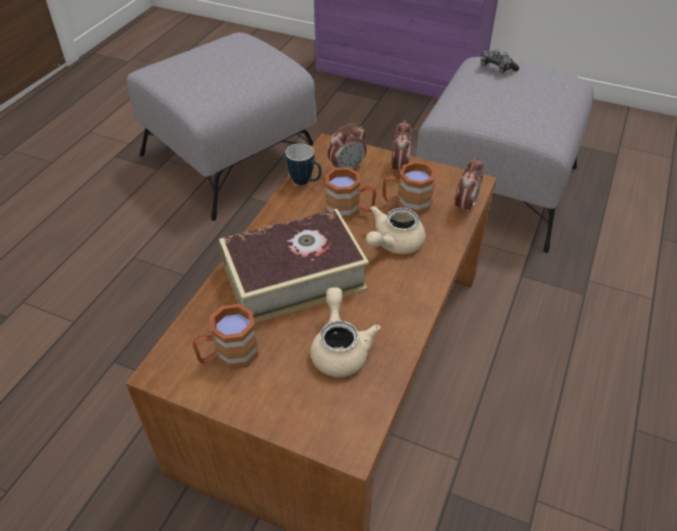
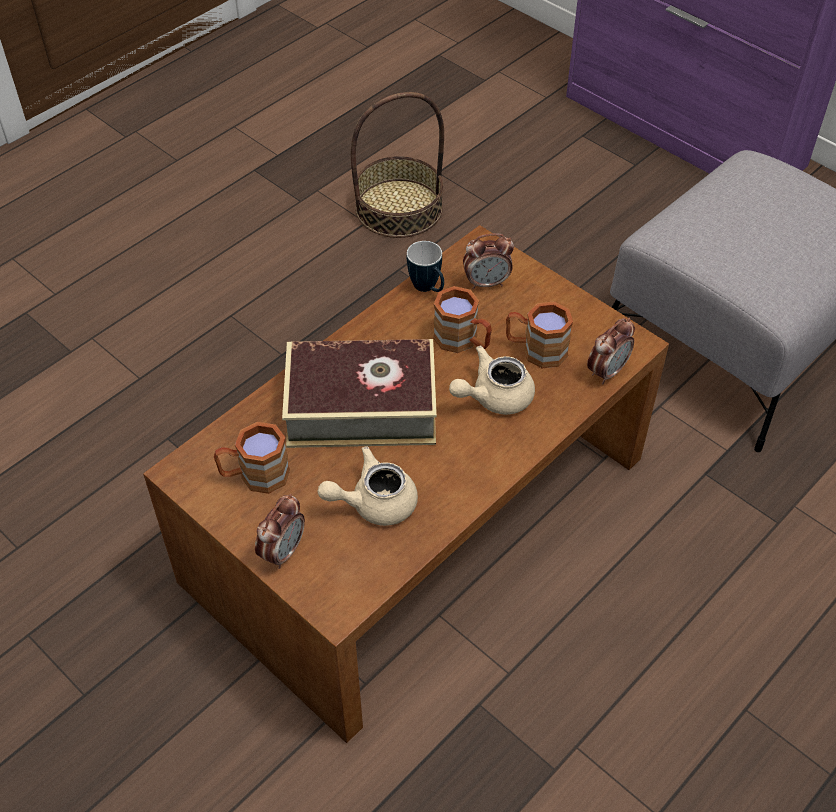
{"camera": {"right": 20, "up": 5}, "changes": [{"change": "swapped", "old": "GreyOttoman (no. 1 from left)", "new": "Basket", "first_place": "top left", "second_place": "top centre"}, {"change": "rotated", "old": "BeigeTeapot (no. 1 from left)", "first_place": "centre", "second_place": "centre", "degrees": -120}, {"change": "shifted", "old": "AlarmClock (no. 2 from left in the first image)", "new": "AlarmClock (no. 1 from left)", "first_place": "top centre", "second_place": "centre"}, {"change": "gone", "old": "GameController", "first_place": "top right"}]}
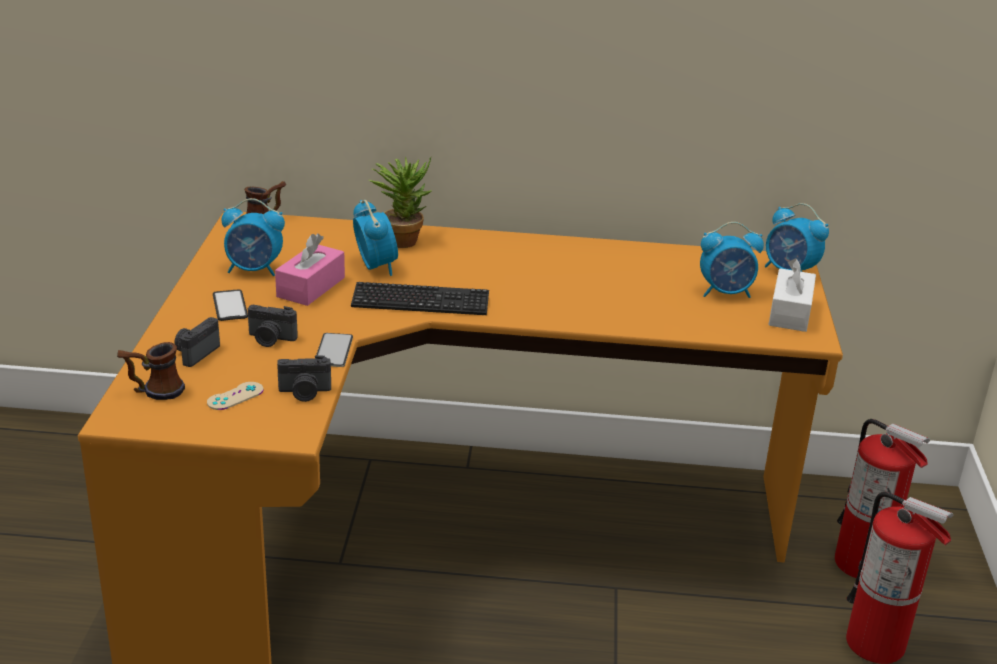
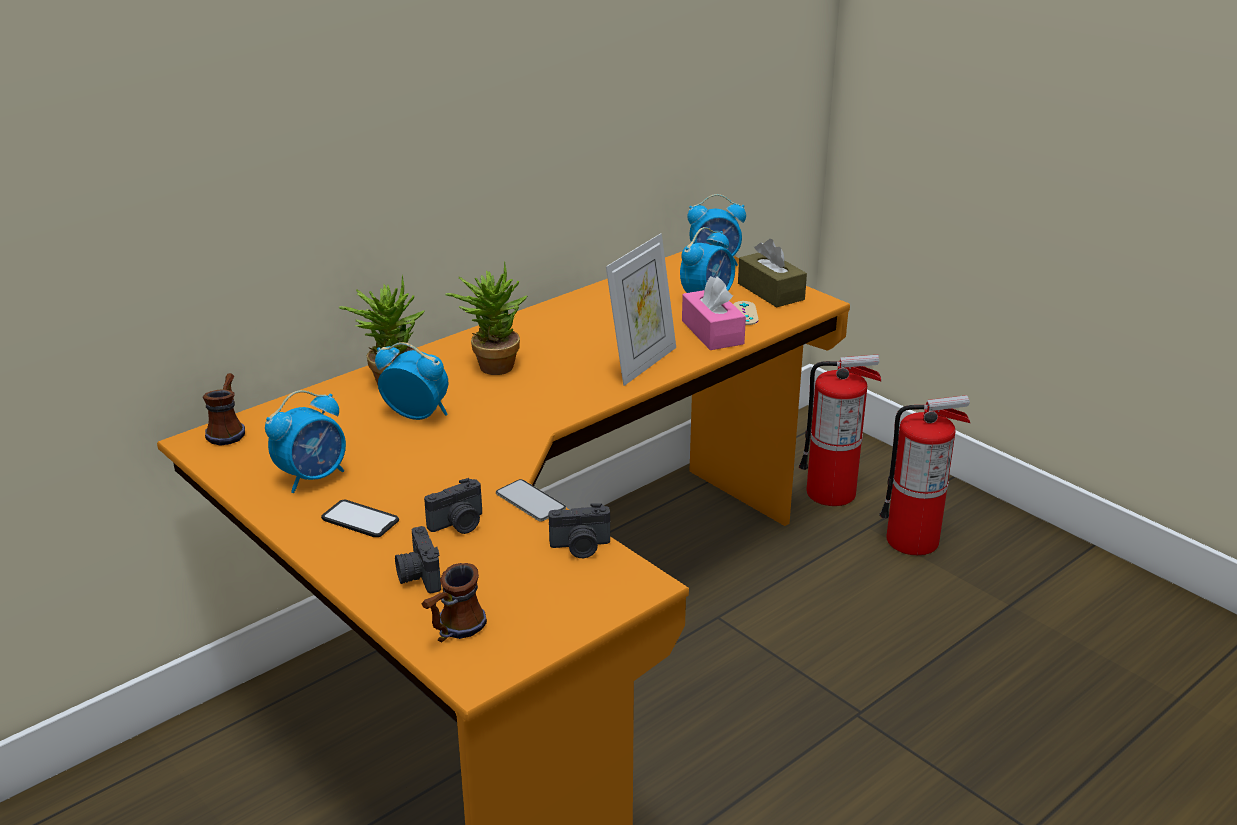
{"camera": {"right": -45, "up": 0}, "changes": [{"change": "shifted", "old": "BeigeGameController", "first_place": "middle left", "second_place": "centre"}, {"change": "shifted", "old": "PinkTissueBox", "first_place": "middle left", "second_place": "centre"}, {"change": "rotated", "old": "PhotoCamera (no. 3 from left)", "first_place": "middle left", "second_place": "centre", "degrees": 45}, {"change": "gone", "old": "Keyboard", "first_place": "centre"}, {"change": "repainted", "old": "WhiteTissueBox", "new": "BrownTissueBox", "first_place": "middle right", "second_place": "top centre"}, {"change": "new", "new": "PottedPlant (no. 2 from left)", "second_place": "centre"}, {"change": "new", "new": "PictureFrame", "second_place": "centre"}]}
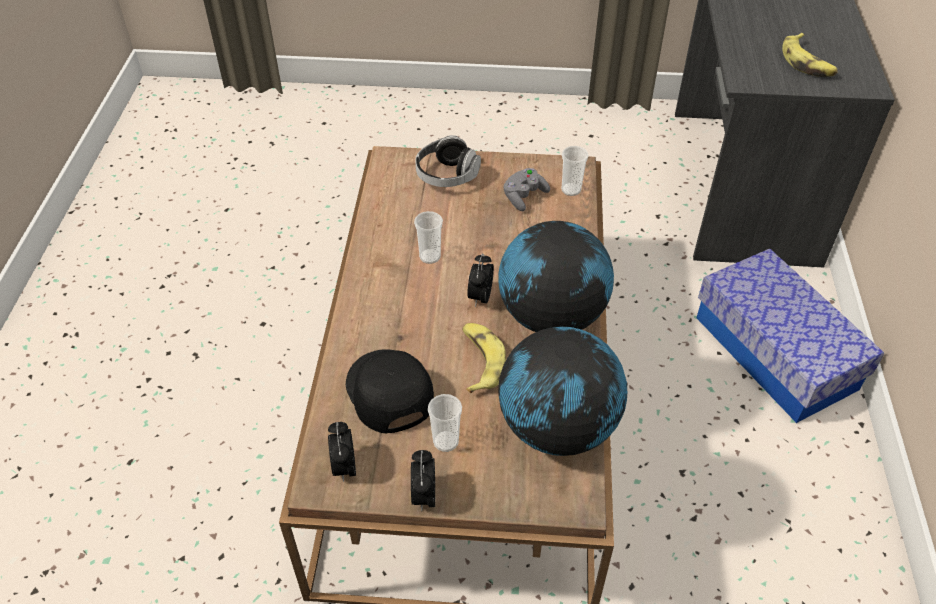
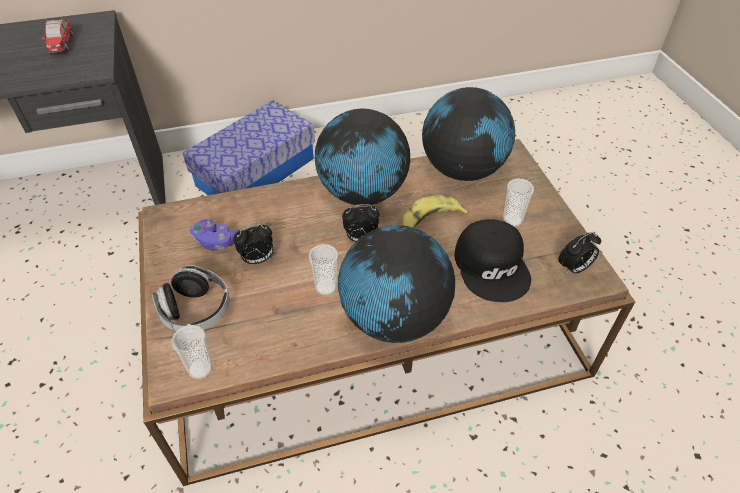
{"camera": {"right": -110, "up": 0}, "changes": [{"change": "rotated", "old": "BlackCap", "first_place": "centre", "second_place": "centre", "degrees": -60}, {"change": "shifted", "old": "AlarmClock (no. 2 from left in the first image)", "new": "AlarmClock (no. 1 from left)", "first_place": "bottom centre", "second_place": "centre"}, {"change": "repainted", "old": "GreyGameController", "new": "PurpleGameController", "first_place": "top centre", "second_place": "middle left"}, {"change": "shifted", "old": "Cup (no. 3 from left in the first image)", "new": "Cup (no. 1 from left)", "first_place": "top centre", "second_place": "bottom left"}, {"change": "swapped", "old": "Banana (no. 2 from left)", "new": "ToyCar", "first_place": "top right", "second_place": "top left"}, {"change": "new", "new": "Globe (no. 2 from left)", "second_place": "centre"}]}
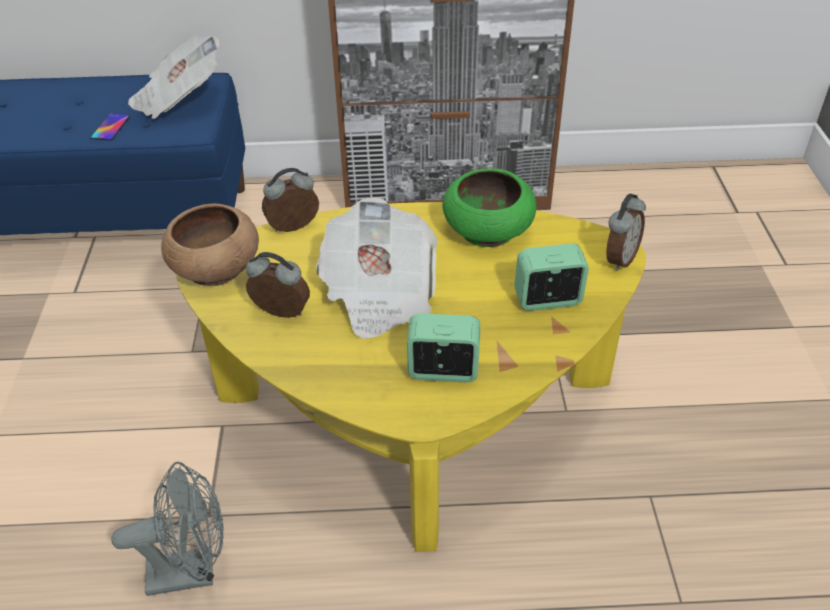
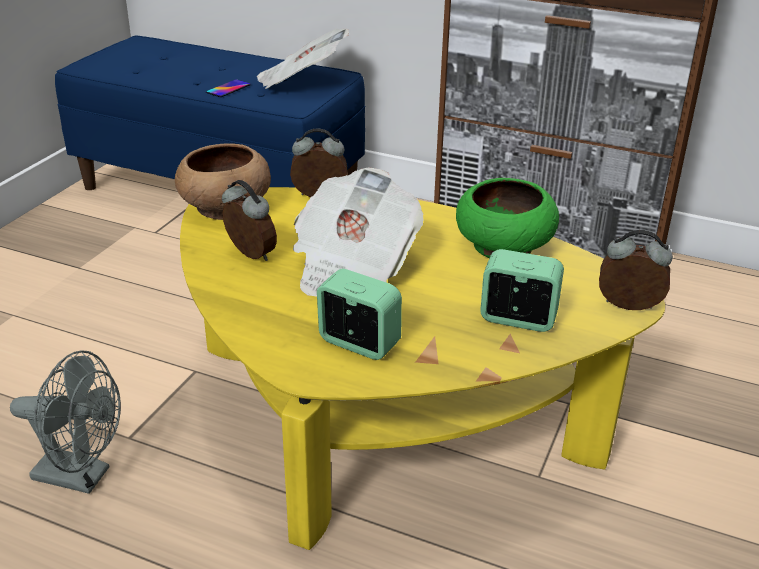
{"camera": {"right": 25, "up": -10}, "changes": [{"change": "rotated", "old": "AlarmClock (no. 5 from left)", "first_place": "middle right", "second_place": "middle right", "degrees": -135}]}
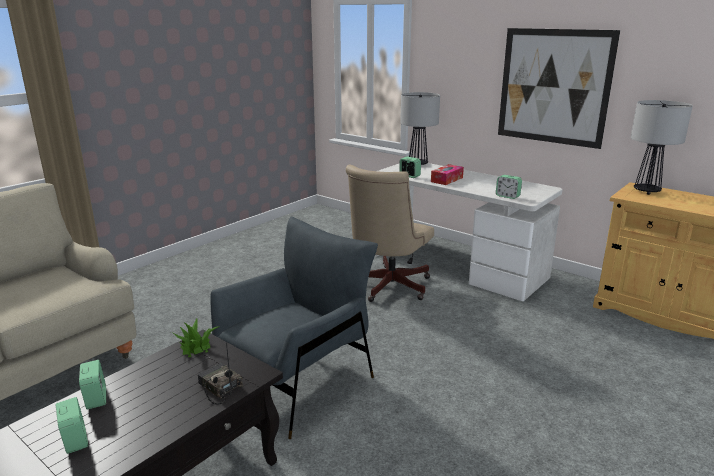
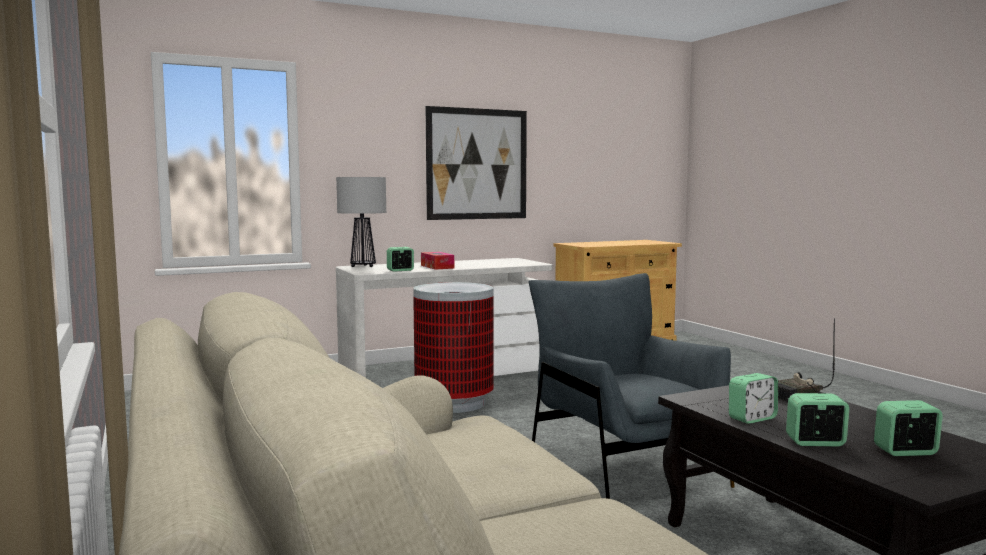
{"camera": {"right": -65, "up": -15}, "changes": [{"change": "gone", "old": "PottedPlant", "first_place": "bottom left"}, {"change": "swapped", "old": "BeigeOfficeChair", "new": "TrashCan", "first_place": "centre", "second_place": "centre"}, {"change": "shifted", "old": "AlarmClock (no. 4 from left in the first image)", "new": "AlarmClock (no. 2 from left)", "first_place": "middle right", "second_place": "bottom right"}, {"change": "gone", "old": "TableLamp (no. 2 from left)", "first_place": "top right"}]}
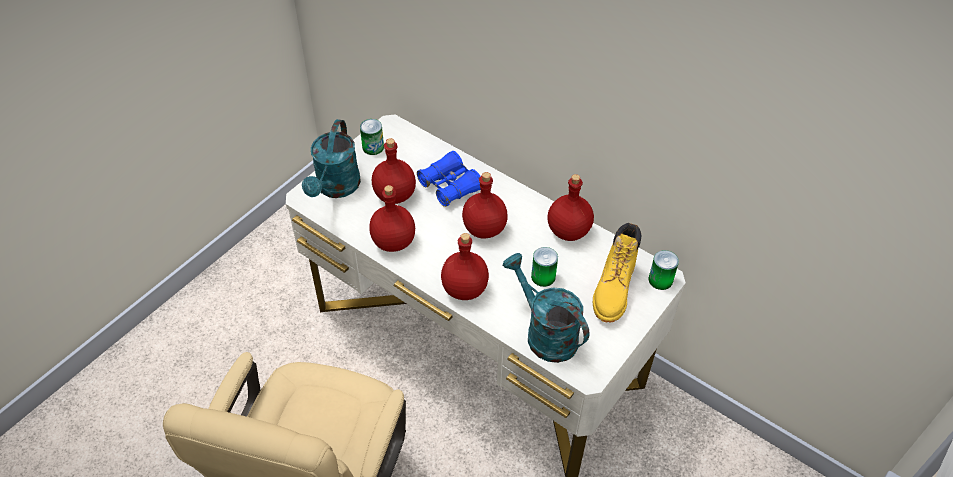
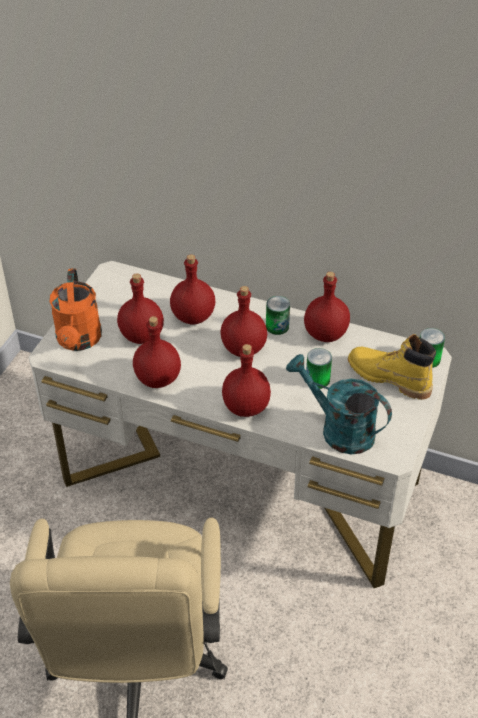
{"camera": {"right": -15, "up": -5}, "changes": [{"change": "repainted", "old": "TurquoiseWateringCan (no. 1 from left)", "new": "OrangeWateringCan", "first_place": "top centre", "second_place": "middle left"}, {"change": "shifted", "old": "Can (no. 1 from left)", "first_place": "top centre", "second_place": "centre"}, {"change": "swapped", "old": "BlueBinoculars", "new": "RedBottle (no. 3 from left)", "first_place": "centre", "second_place": "centre"}, {"change": "rotated", "old": "YellowBoot", "first_place": "centre", "second_place": "middle right", "degrees": 120}]}
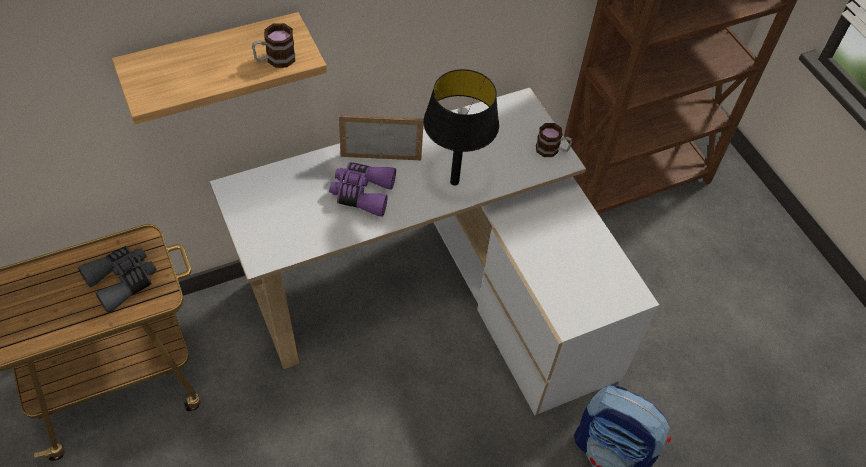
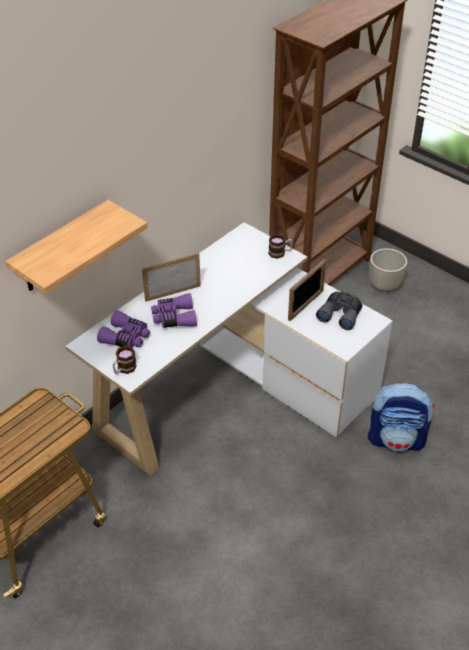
{"camera": {"right": -20, "up": -10}, "changes": [{"change": "shifted", "old": "GreyBinoculars", "first_place": "middle left", "second_place": "middle right"}, {"change": "shifted", "old": "Mug (no. 1 from left)", "first_place": "top left", "second_place": "middle left"}, {"change": "gone", "old": "BlackTableLamp", "first_place": "top centre"}, {"change": "new", "new": "PurpleBinoculars (no. 1 from left)", "second_place": "middle left"}, {"change": "new", "new": "PictureFrame (no. 2 from left)", "second_place": "centre"}, {"change": "new", "new": "GreyPlanter", "second_place": "middle right"}]}
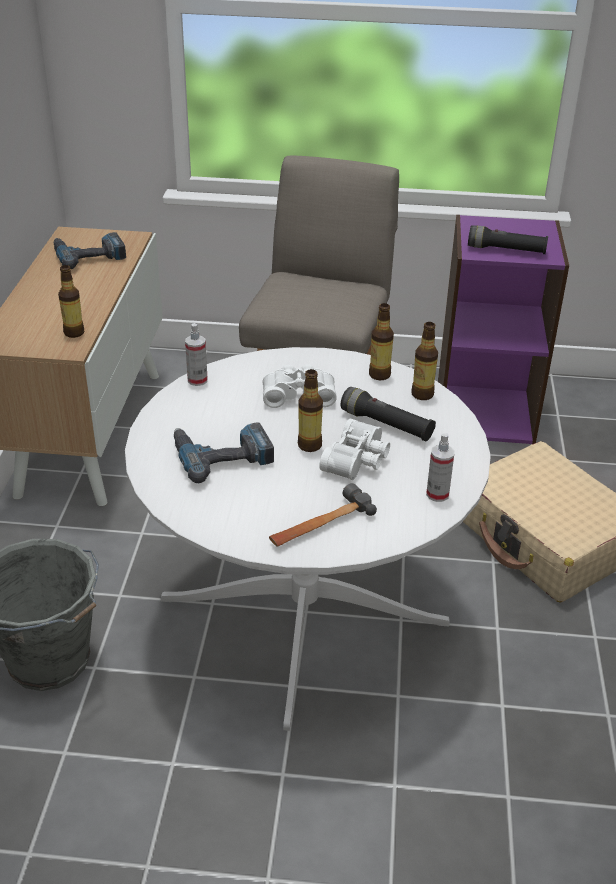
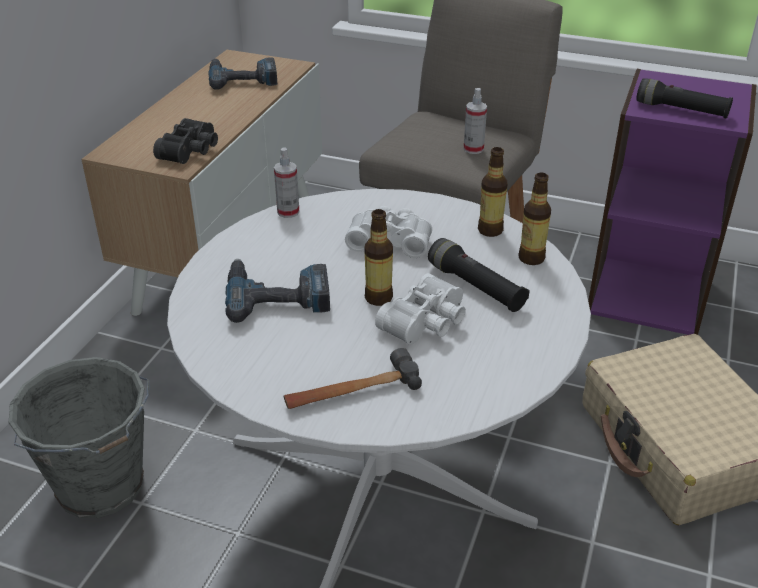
{"camera": {"right": 15, "up": 0}, "changes": [{"change": "swapped", "old": "Bottle (no. 1 from left)", "new": "BlackBinoculars", "first_place": "middle left", "second_place": "top left"}, {"change": "shifted", "old": "SprayBottle (no. 2 from left)", "first_place": "middle right", "second_place": "top centre"}]}
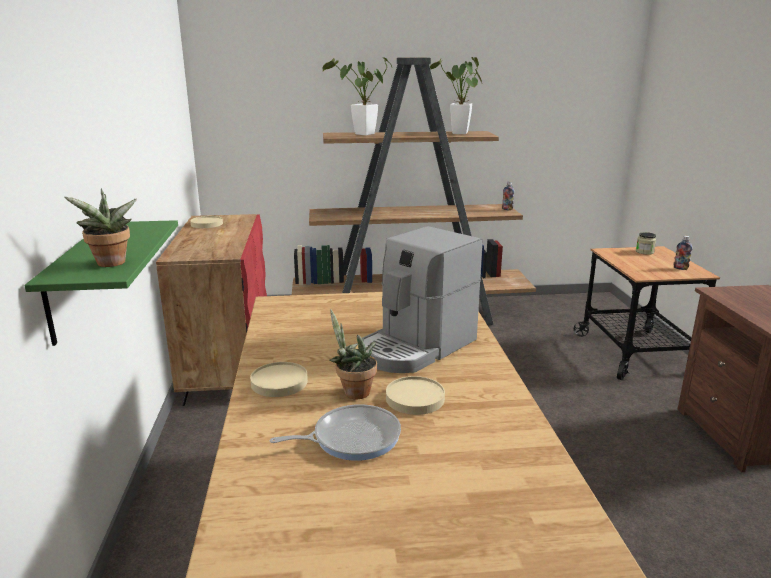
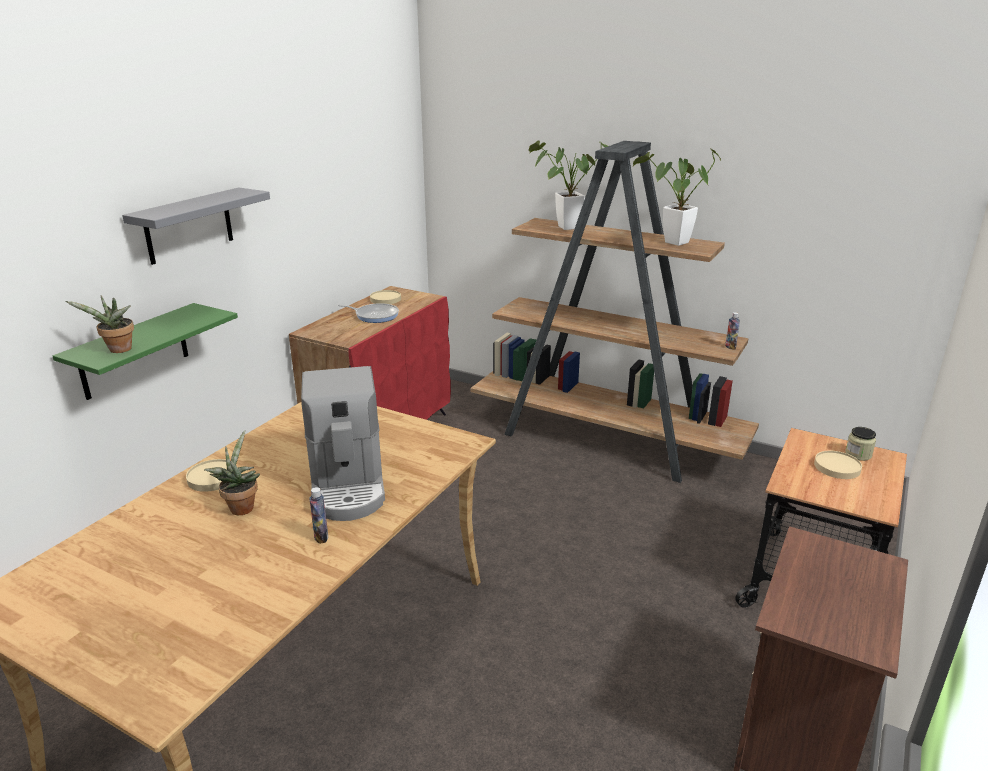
{"camera": {"right": 35, "up": 5}, "changes": [{"change": "shifted", "old": "FryingPan", "first_place": "bottom centre", "second_place": "centre"}, {"change": "rotated", "old": "CoffeeMachine", "first_place": "centre", "second_place": "centre", "degrees": -90}, {"change": "shifted", "old": "BeigePlate (no. 3 from left)", "first_place": "bottom centre", "second_place": "middle right"}, {"change": "shifted", "old": "Bottle (no. 2 from left in the first image)", "new": "Bottle (no. 1 from left)", "first_place": "middle right", "second_place": "bottom left"}, {"change": "new", "new": "GreyShelf", "second_place": "top left"}]}
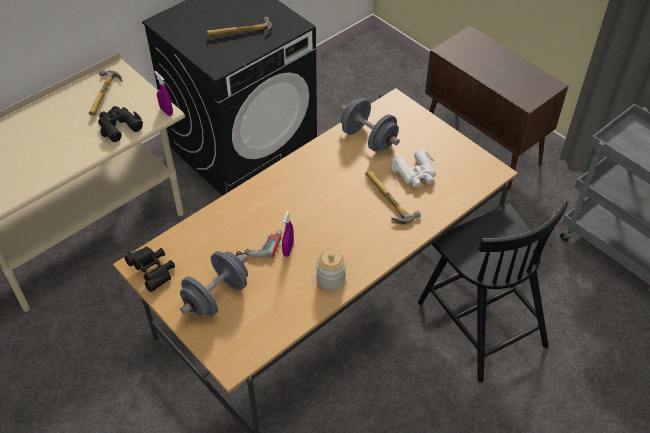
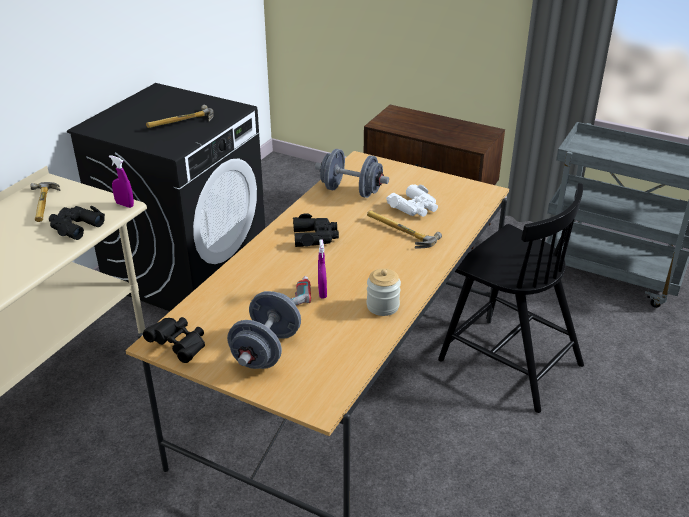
{"camera": {"right": -20, "up": -15}, "changes": [{"change": "new", "new": "BlackBinoculars (no. 3 from left)", "second_place": "centre"}]}
